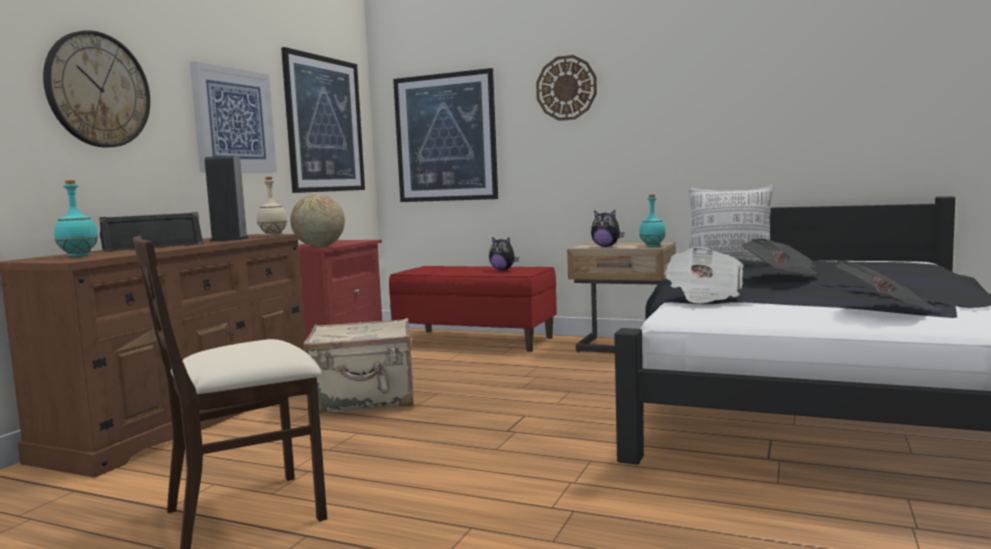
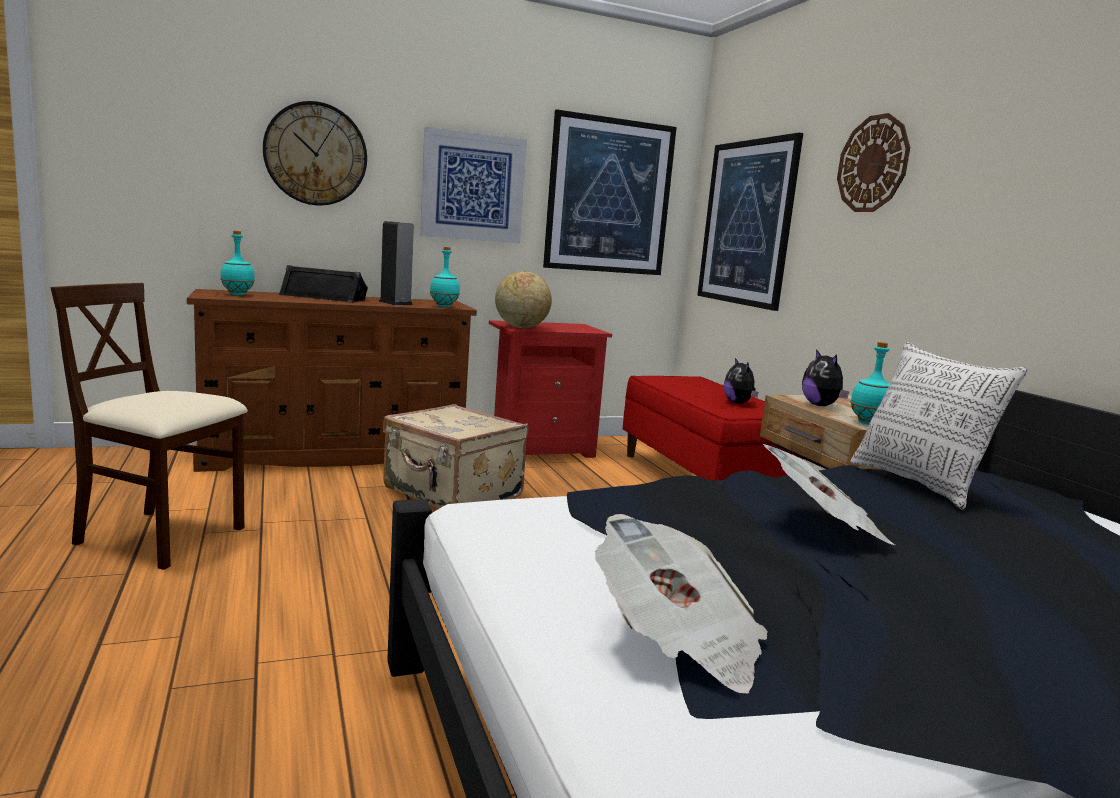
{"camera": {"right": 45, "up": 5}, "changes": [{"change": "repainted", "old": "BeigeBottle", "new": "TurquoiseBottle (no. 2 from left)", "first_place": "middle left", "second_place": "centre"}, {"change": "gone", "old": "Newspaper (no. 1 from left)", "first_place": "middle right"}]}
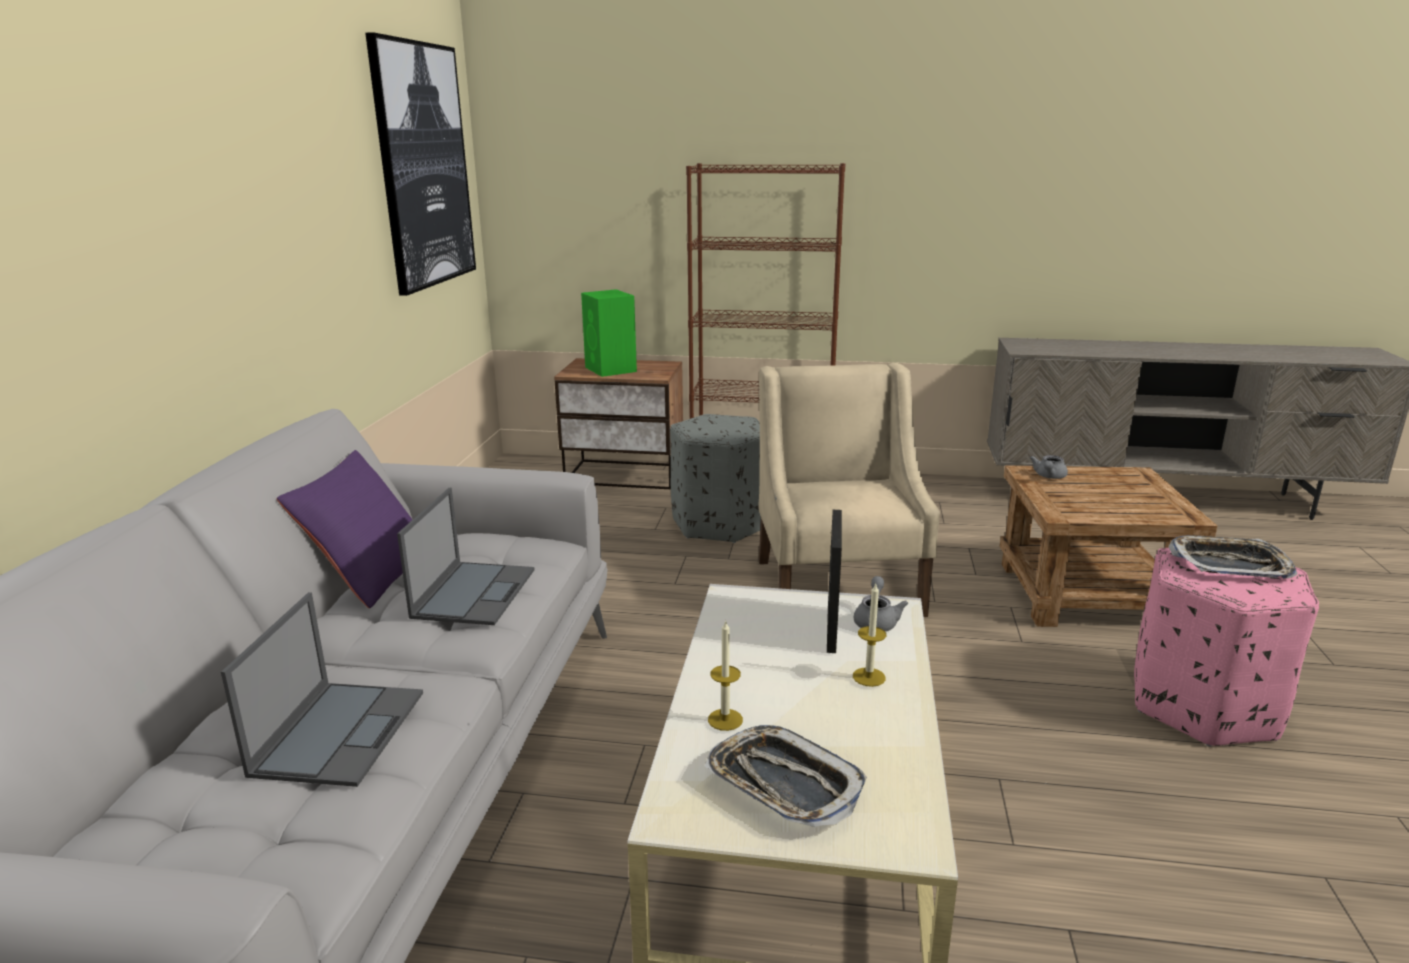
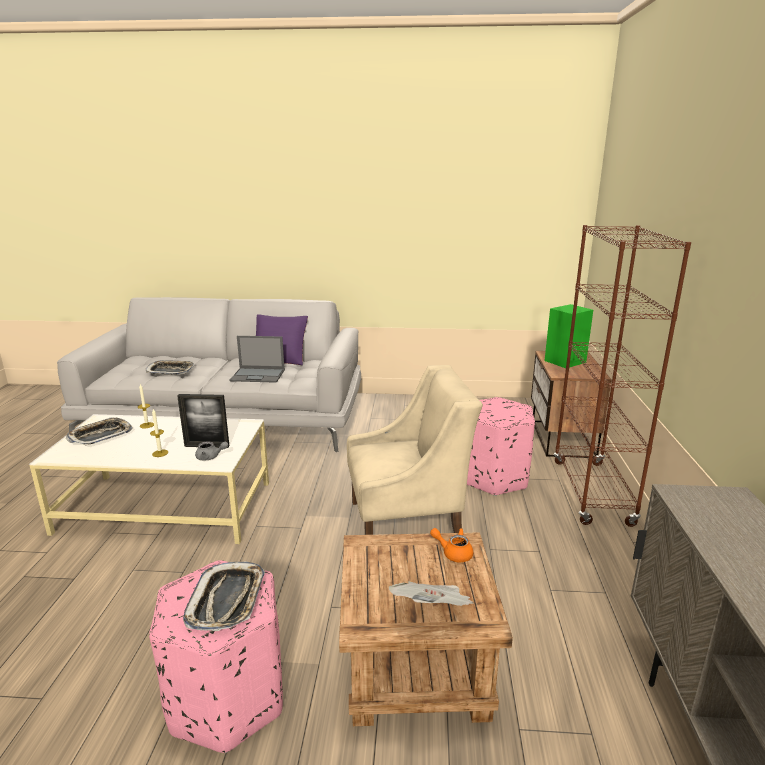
{"camera": {"right": 85, "up": 0}, "changes": [{"change": "swapped", "old": "Laptop (no. 1 from left)", "new": "Tray (no. 2 from left)", "first_place": "bottom left", "second_place": "middle left"}, {"change": "gone", "old": "Picture", "first_place": "top left"}, {"change": "repainted", "old": "GreyOttoman", "new": "PinkOttoman (no. 2 from left)", "first_place": "centre", "second_place": "centre"}, {"change": "repainted", "old": "GreyTeapot (no. 2 from left)", "new": "OrangeTeapot", "first_place": "middle right", "second_place": "bottom centre"}, {"change": "new", "new": "Newspaper", "second_place": "bottom centre"}]}
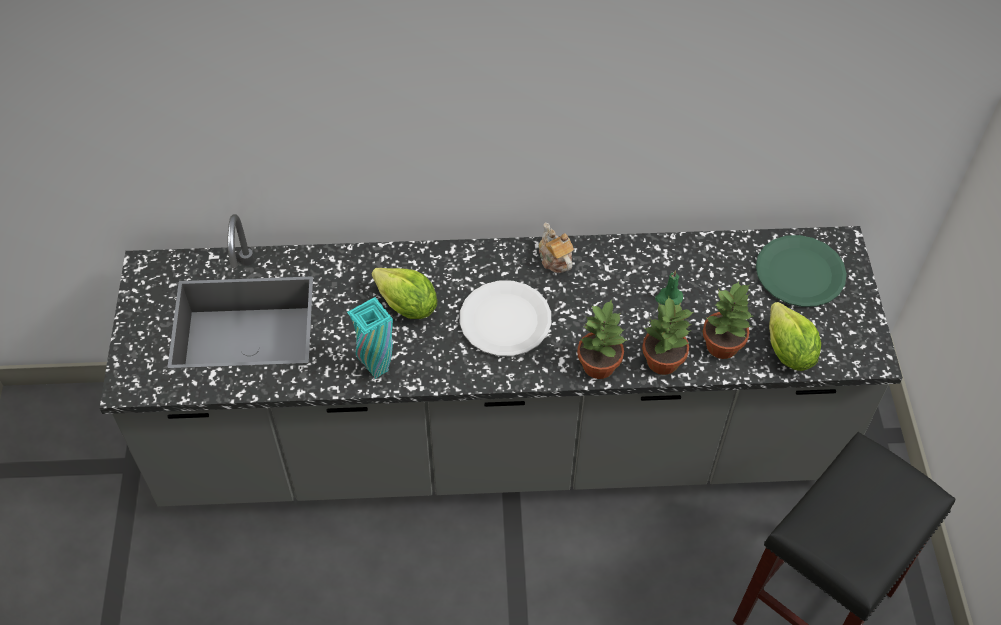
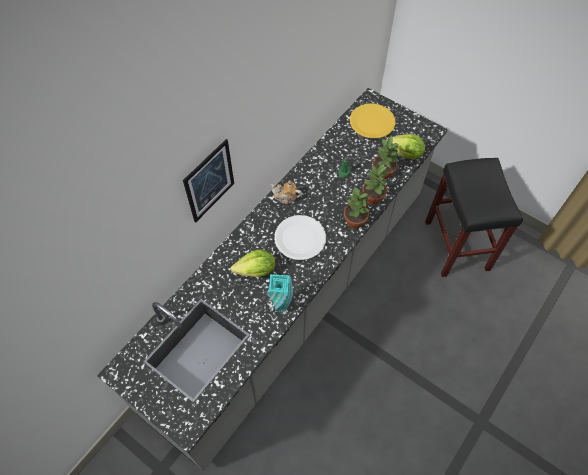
{"camera": {"right": -50, "up": 5}, "changes": [{"change": "repainted", "old": "GreenPlate", "new": "YellowPlate", "first_place": "middle right", "second_place": "top centre"}, {"change": "new", "new": "Picture", "second_place": "centre"}]}
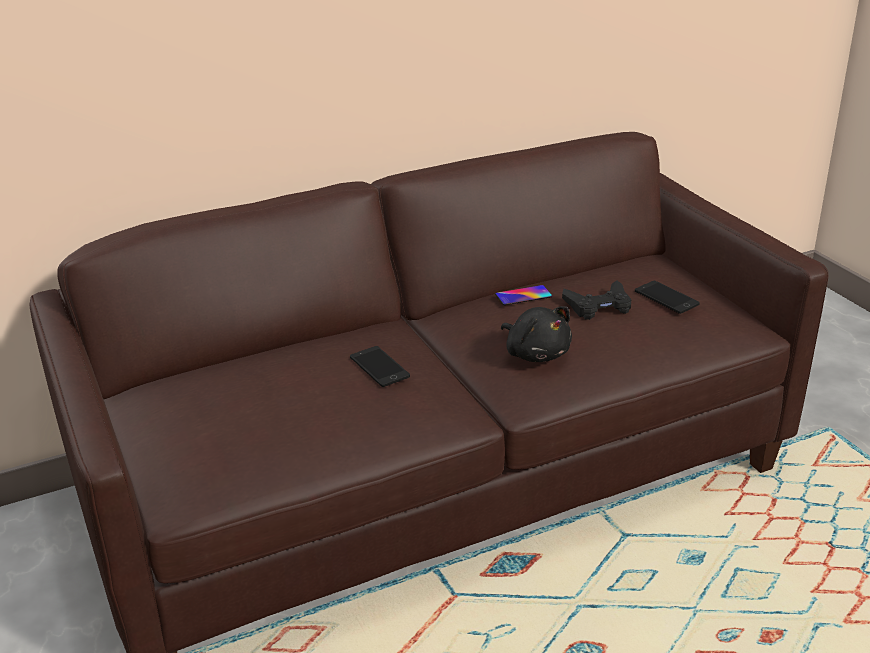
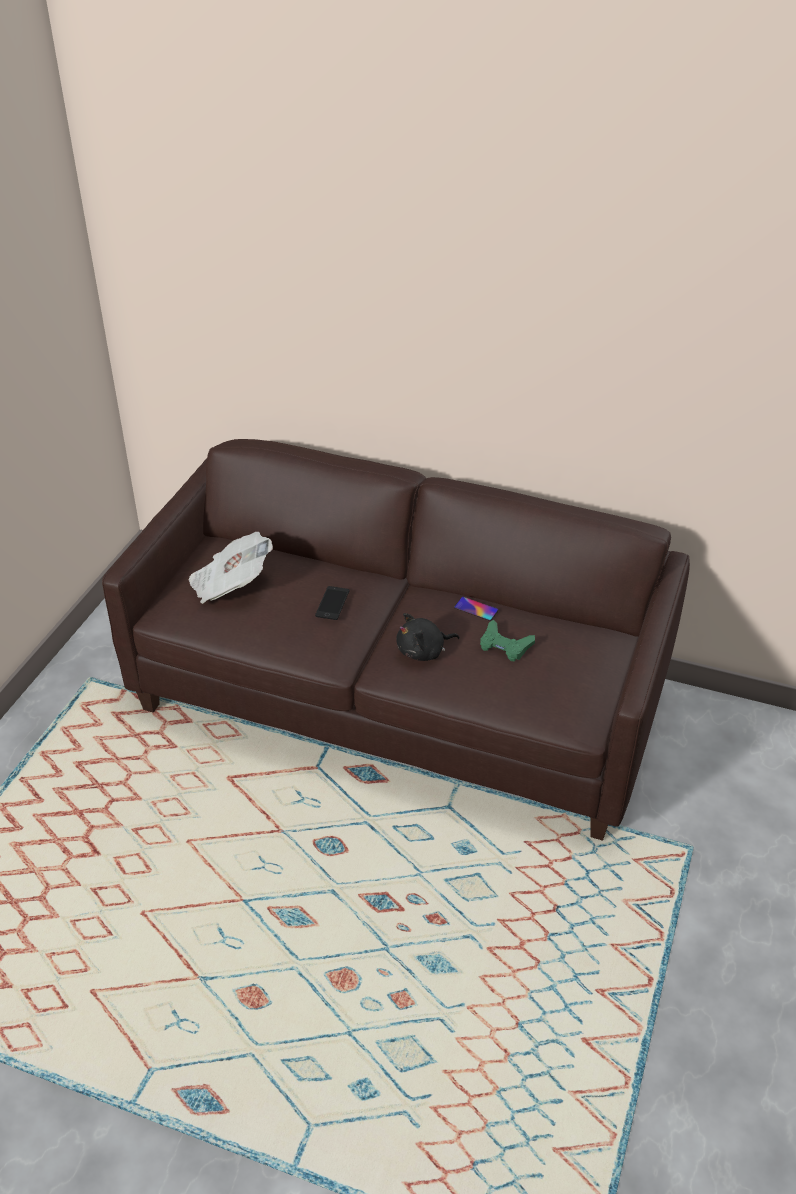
{"camera": {"right": 45, "up": 10}, "changes": [{"change": "rotated", "old": "BlackPlushToy", "first_place": "centre", "second_place": "centre", "degrees": 60}, {"change": "repainted", "old": "BlackGameController", "new": "GreenGameController", "first_place": "middle right", "second_place": "centre"}, {"change": "gone", "old": "Phone (no. 3 from left)", "first_place": "middle right"}, {"change": "new", "new": "Newspaper", "second_place": "middle left"}]}
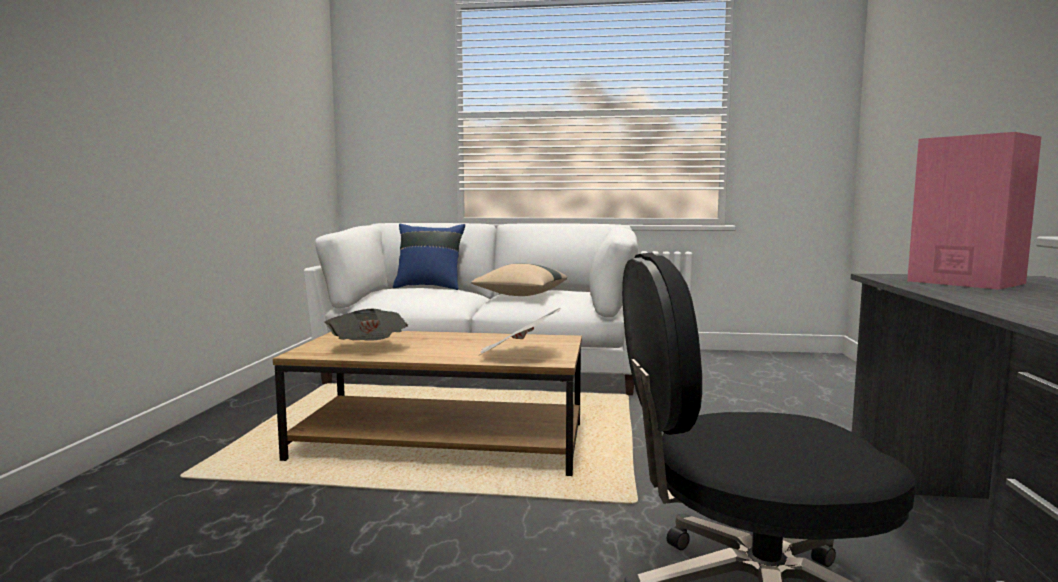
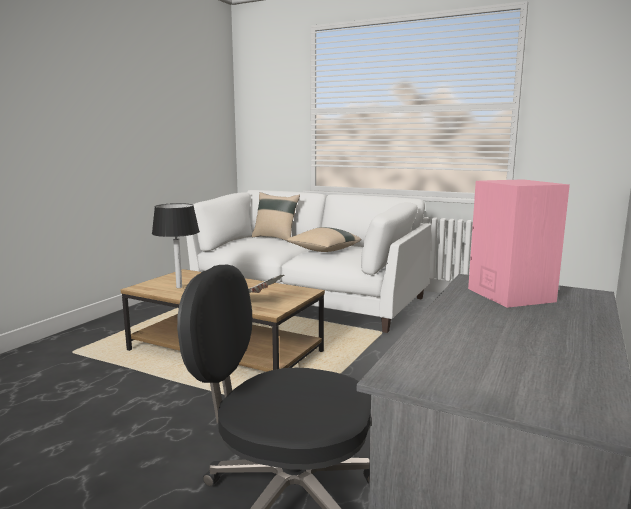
{"camera": {"right": 20, "up": 5}, "changes": [{"change": "swapped", "old": "Newspaper (no. 1 from left)", "new": "BlackTableLamp", "first_place": "centre", "second_place": "middle left"}, {"change": "repainted", "old": "BluePillow", "new": "BeigePillow (no. 1 from left)", "first_place": "centre", "second_place": "centre"}]}
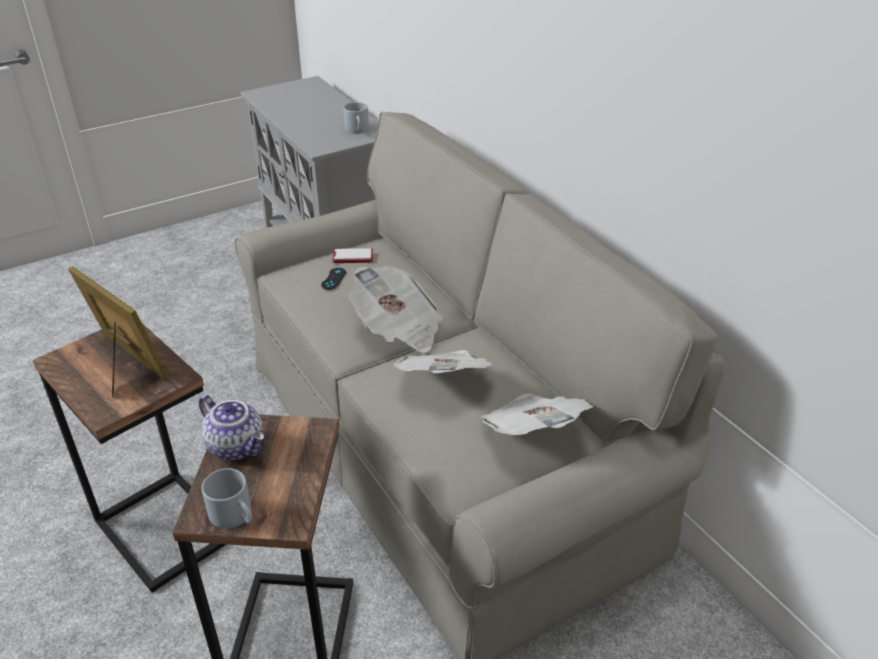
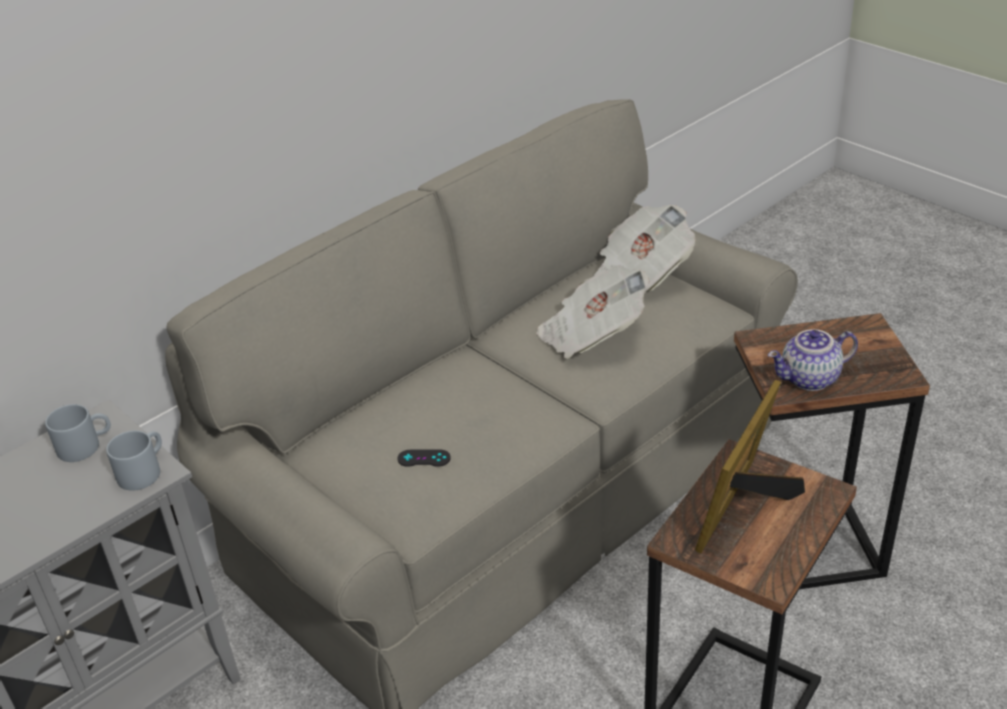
{"camera": {"right": -100, "up": 0}, "changes": [{"change": "rotated", "old": "Teapot", "first_place": "middle left", "second_place": "middle right", "degrees": -135}, {"change": "shifted", "old": "GreyMug (no. 1 from left in the first image)", "new": "GreyMug (no. 2 from left)", "first_place": "bottom left", "second_place": "middle left"}, {"change": "gone", "old": "Phone", "first_place": "centre"}, {"change": "gone", "old": "Newspaper (no. 1 from left)", "first_place": "centre"}]}
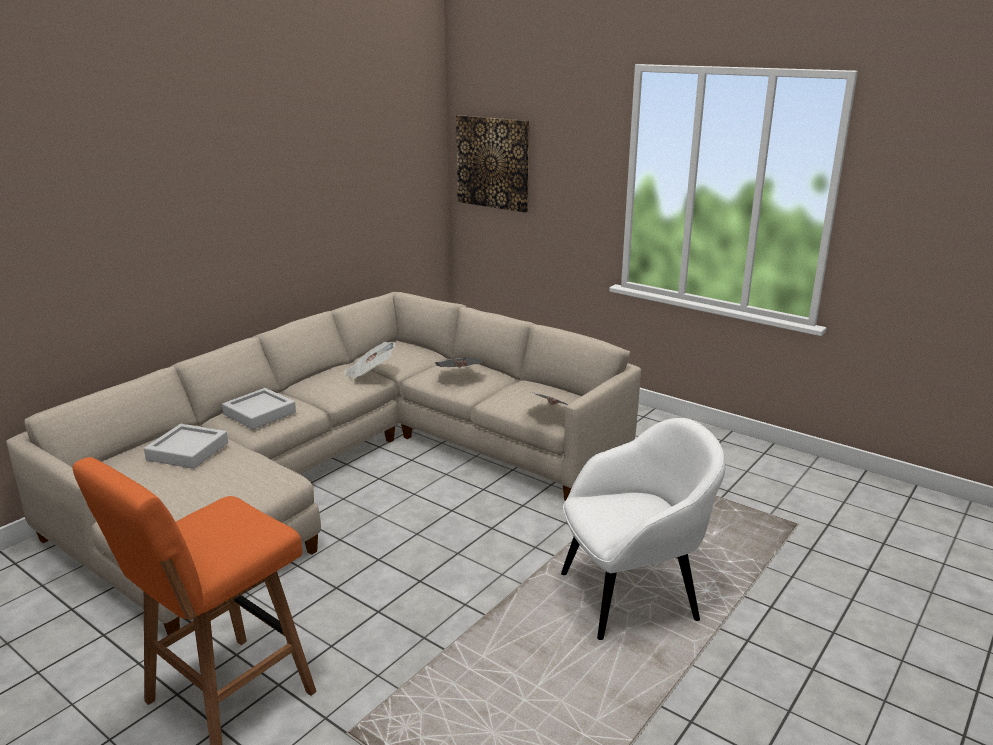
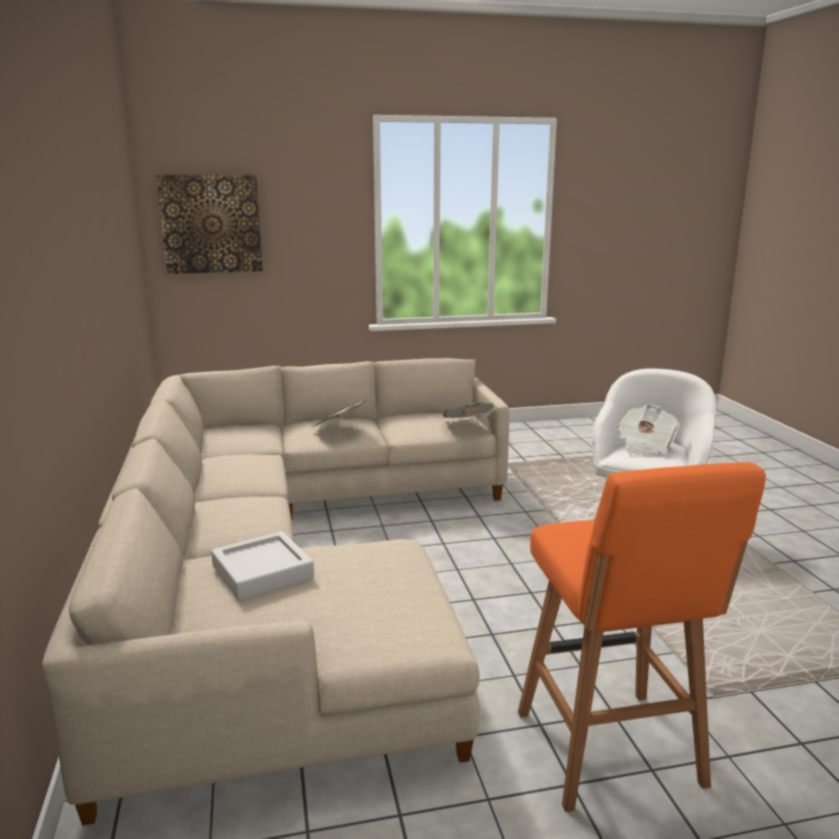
{"camera": {"right": -50, "up": -5}, "changes": [{"change": "gone", "old": "GreyTray (no. 2 from left)", "first_place": "middle left"}, {"change": "shifted", "old": "Newspaper (no. 1 from left in the first image)", "new": "Newspaper (no. 3 from left)", "first_place": "centre", "second_place": "middle right"}]}
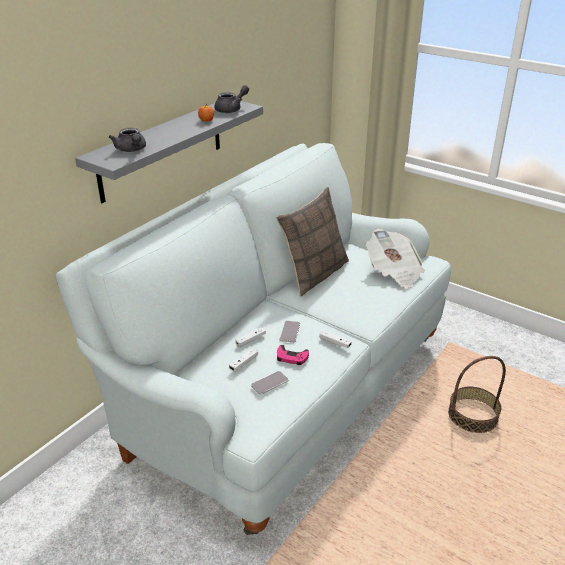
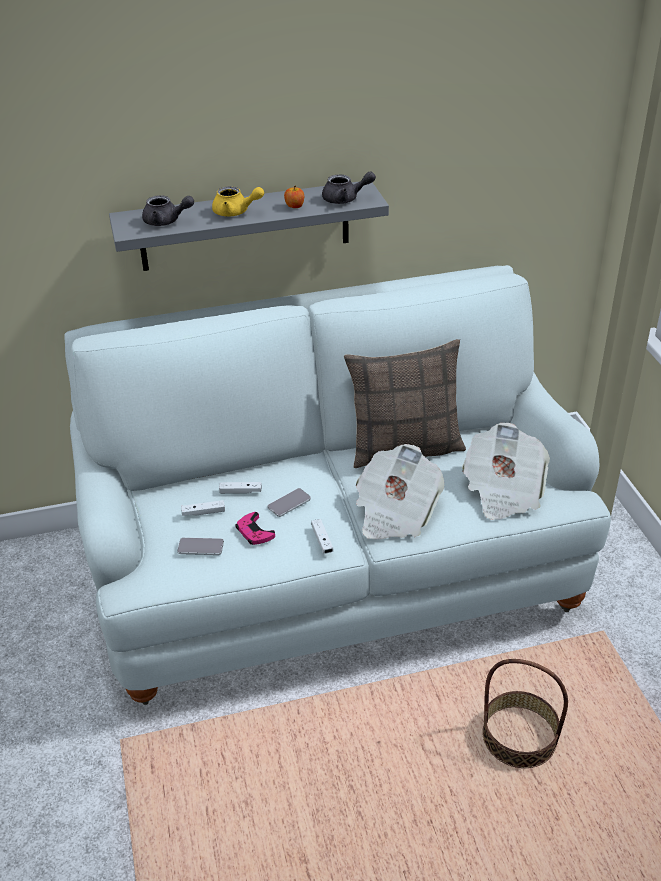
{"camera": {"right": 40, "up": 5}, "changes": [{"change": "rotated", "old": "GreyTeapot (no. 1 from left)", "first_place": "top left", "second_place": "top left", "degrees": -90}, {"change": "new", "new": "YellowTeapot", "second_place": "top centre"}, {"change": "new", "new": "Newspaper (no. 1 from left)", "second_place": "centre"}]}
